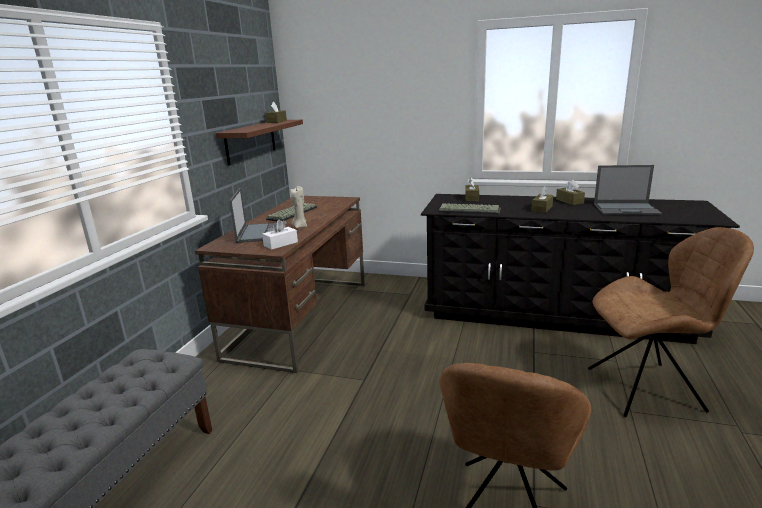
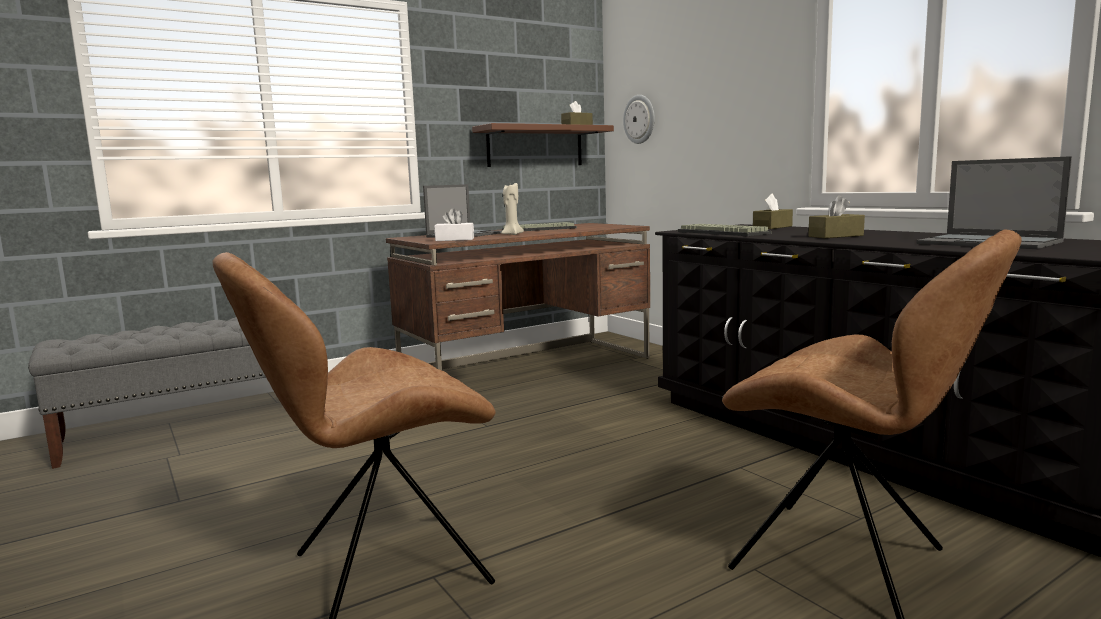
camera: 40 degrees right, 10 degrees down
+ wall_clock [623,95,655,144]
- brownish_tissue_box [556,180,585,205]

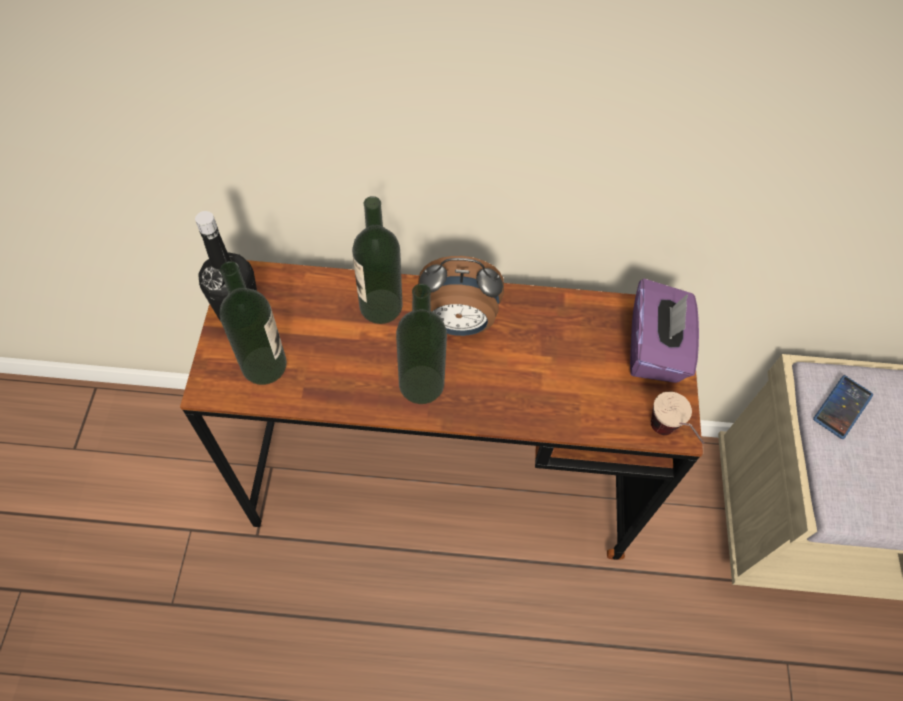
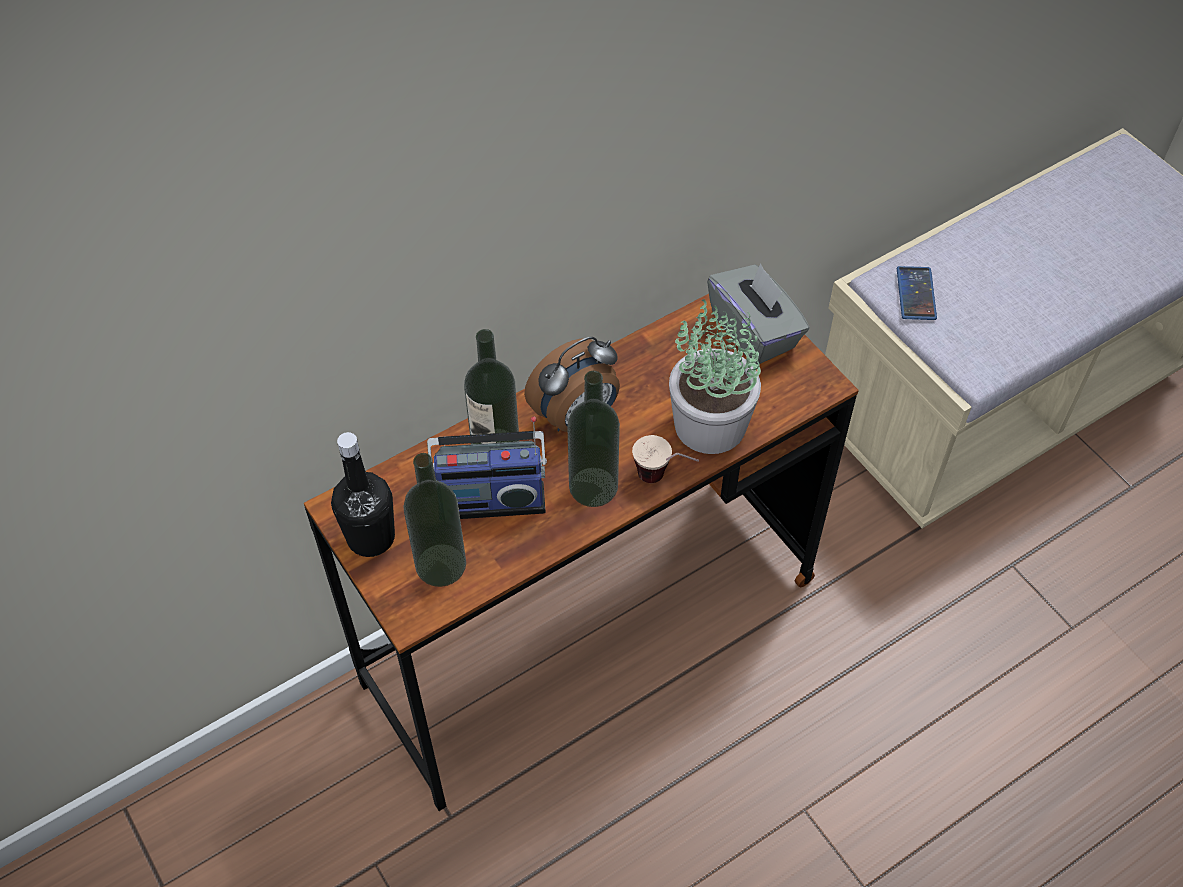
camera: 35 degrees left, 5 degrees down
+ radio [427,416,547,519]
~ cup [651,392,704,444] to [632,435,699,483]
+ potted_plant [669,299,761,454]
~ purple-coloured_tissue_box [630,279,699,383] to grey_tissue_box [707,263,810,365]

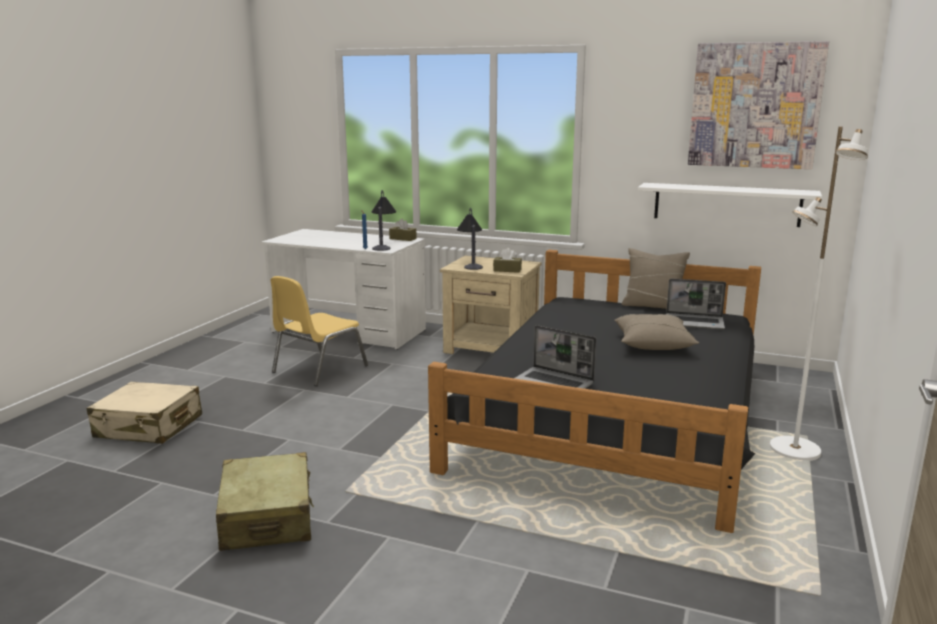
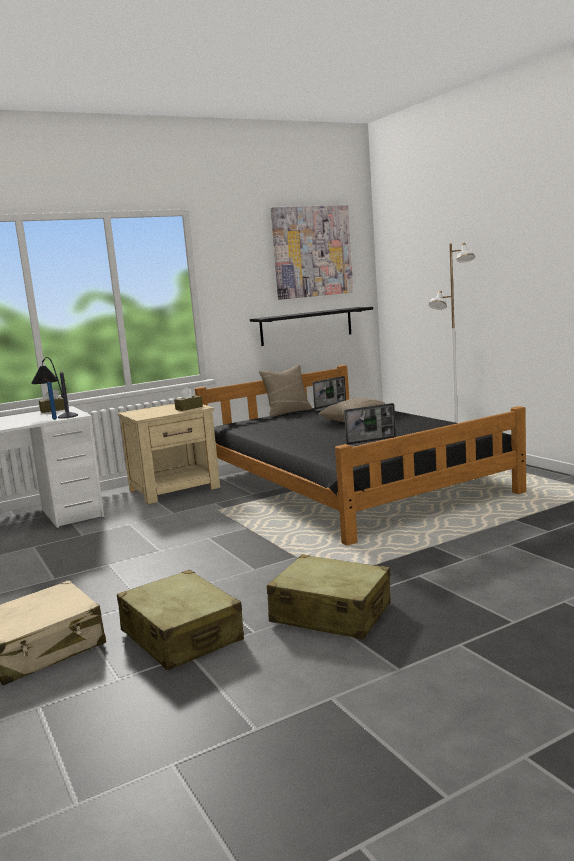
camera: 50 degrees left, 5 degrees down
+ sand-coloured_travel_case [117,570,244,670]
~ white_bracket_shelf [638,183,822,227] to black_bracket_shelf [250,307,373,346]
- yellow-coloured_plain_chair [270,276,368,386]
- tabletop_lamp [457,207,483,270]

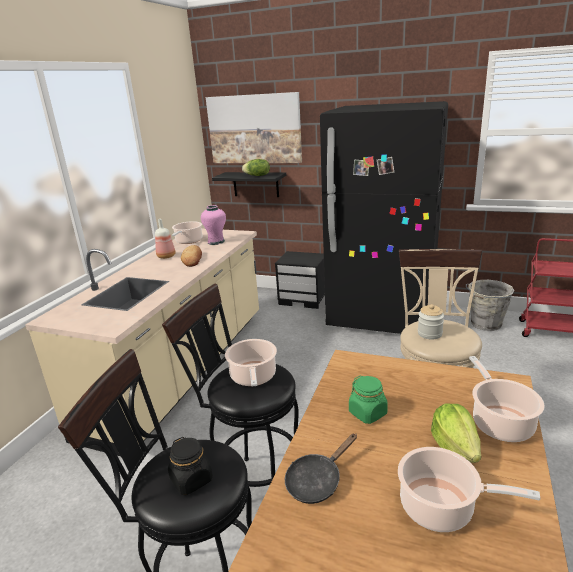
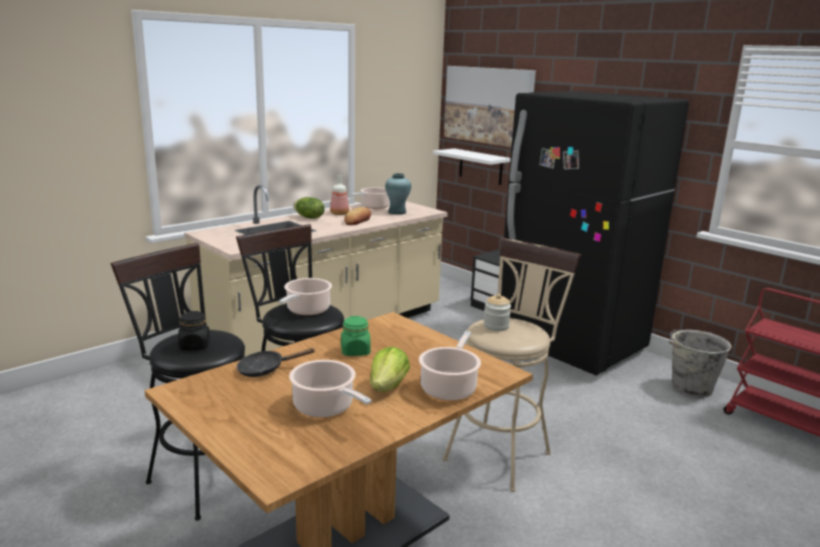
camera: 25 degrees right, 5 degrees down
~ head_of_lettuce [242,159,270,176] to [293,197,325,219]
~ pinkish_decorative_vase [201,205,226,245] to turquoise-coloured_decorative_vase [385,173,411,215]
~ black_bracket_shelf [212,172,286,197] to white_bracket_shelf [433,148,511,185]

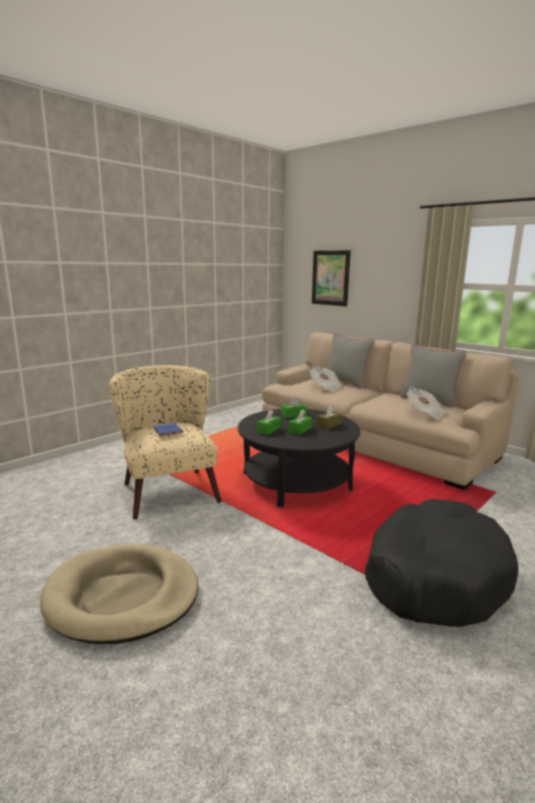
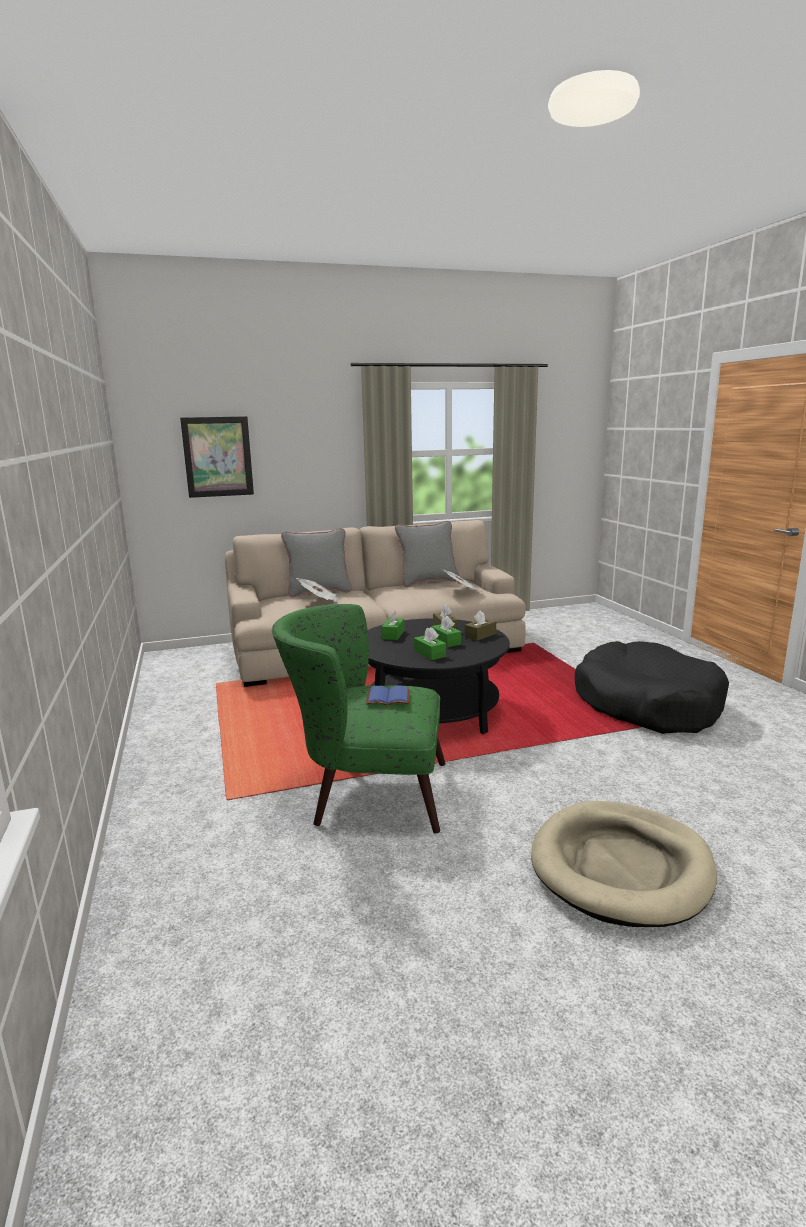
camera: 60 degrees left, 0 degrees up
~ sand-coloured_armchair [109,365,222,519] to green_armchair [272,604,445,833]
+ brownish_tissue_box [465,610,496,641]

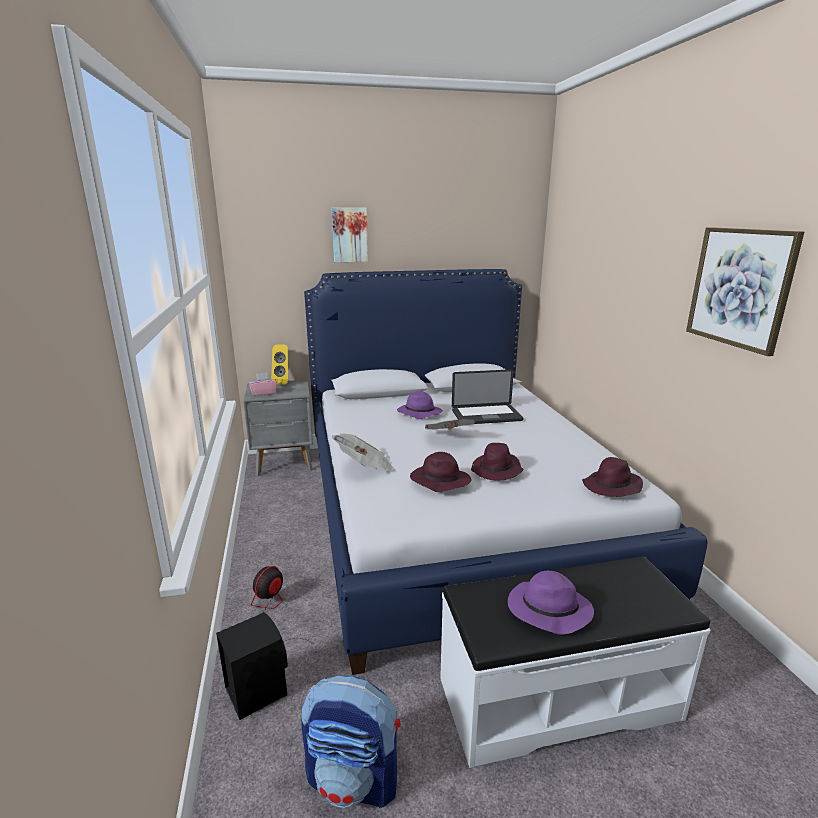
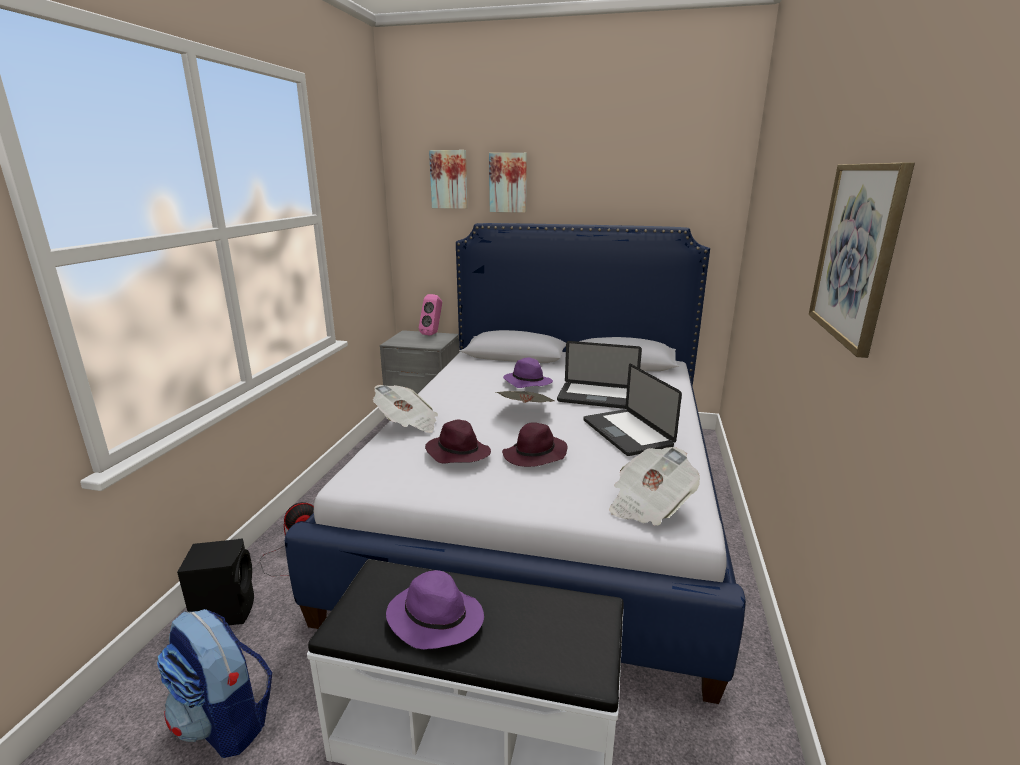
camera: 25 degrees right, 0 degrees up
~ yellow-coloured_speaker [271,344,288,385] to pinkish_speaker [419,294,442,335]
+ wall_picture [429,150,467,209]
+ portable_computer [583,364,682,456]
~ purple-coloured_hat [582,457,643,497] to printed_paper [609,447,700,526]
- pinkish_tissue_box [249,373,277,396]

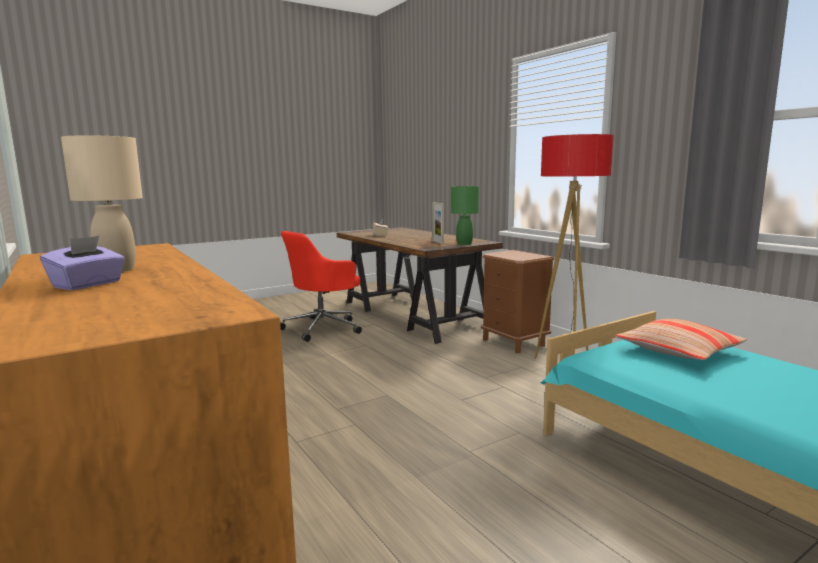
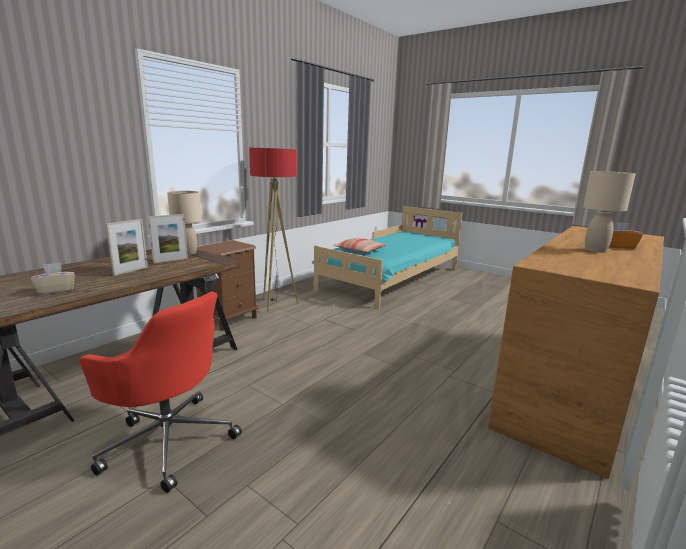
camera: 110 degrees left, 5 degrees up
+ standing_frame [105,219,148,276]
~ green_tabletop_lamp [451,186,479,245] to sand-coloured_tabletop_lamp [167,191,201,255]
~ purple-coloured_tissue_box [40,236,125,290] to orange-coloured_tissue_box [609,222,643,249]

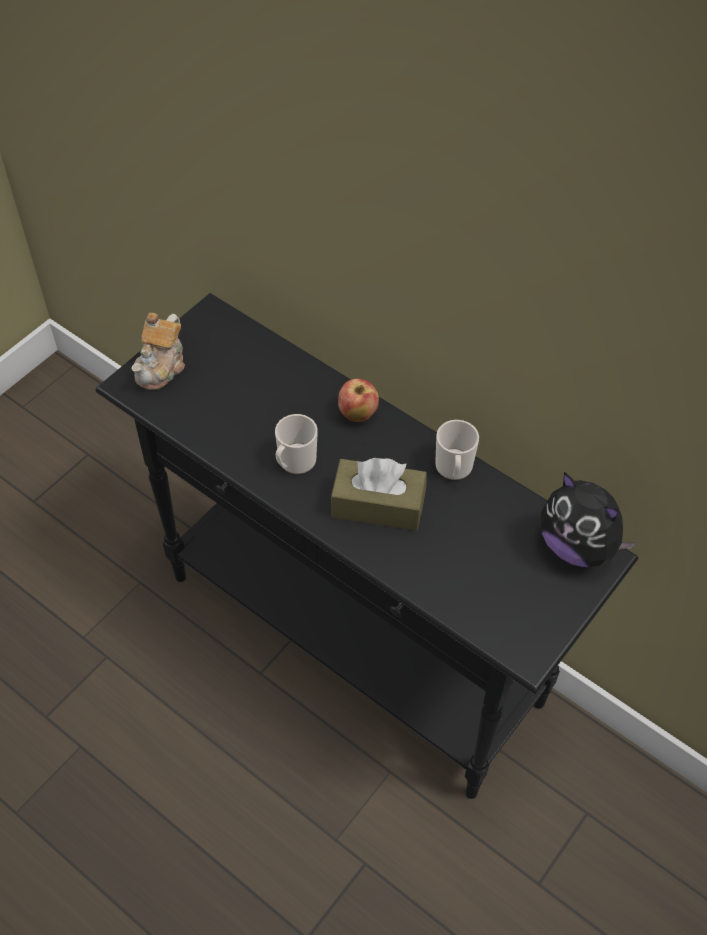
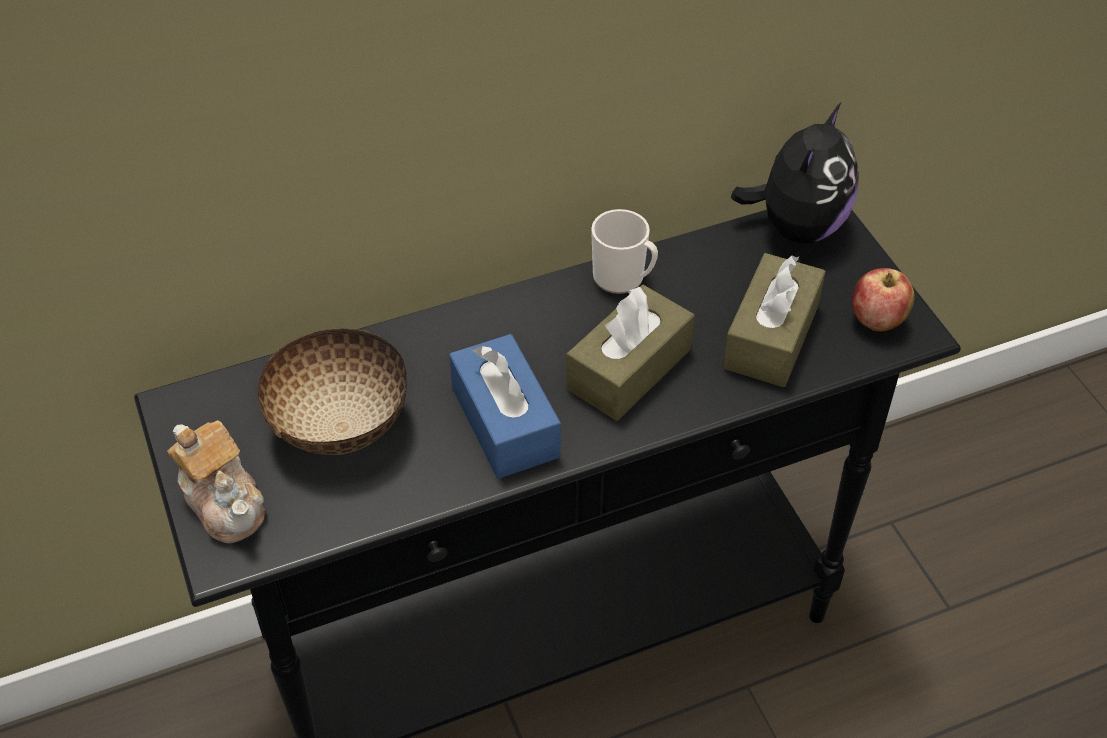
camera: 60 degrees left, 5 degrees down
+ bowl [258,328,407,455]
~ tea_mug [275,414,318,474] to bluish_tissue_box [449,334,561,479]
+ brownish_tissue_box [723,253,826,387]
~ cuddly_toy [541,472,637,567] = [731,103,859,244] 45 degrees counterclockwise
~ whole_apple [338,379,379,422] to [852,268,915,331]

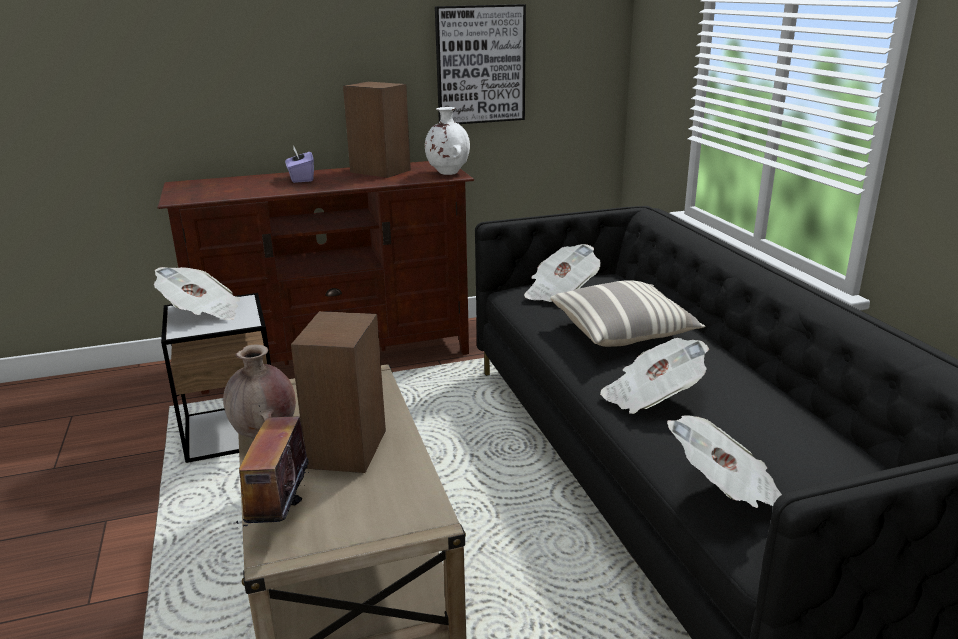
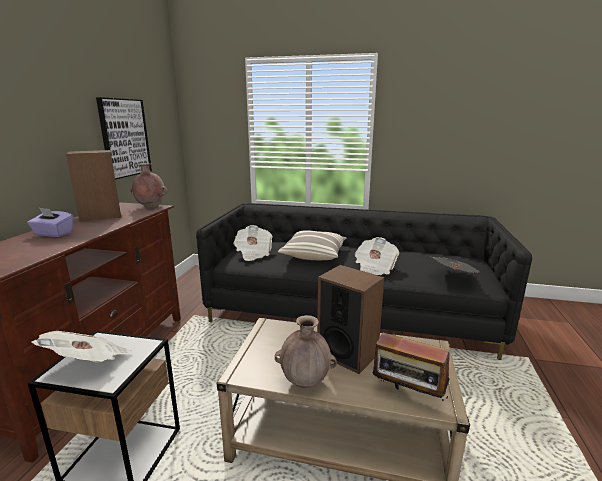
camera: 60 degrees left, 5 degrees down
~ white_decorative_vase [425,107,470,175] to brownish_decorative_vase [130,163,167,208]

